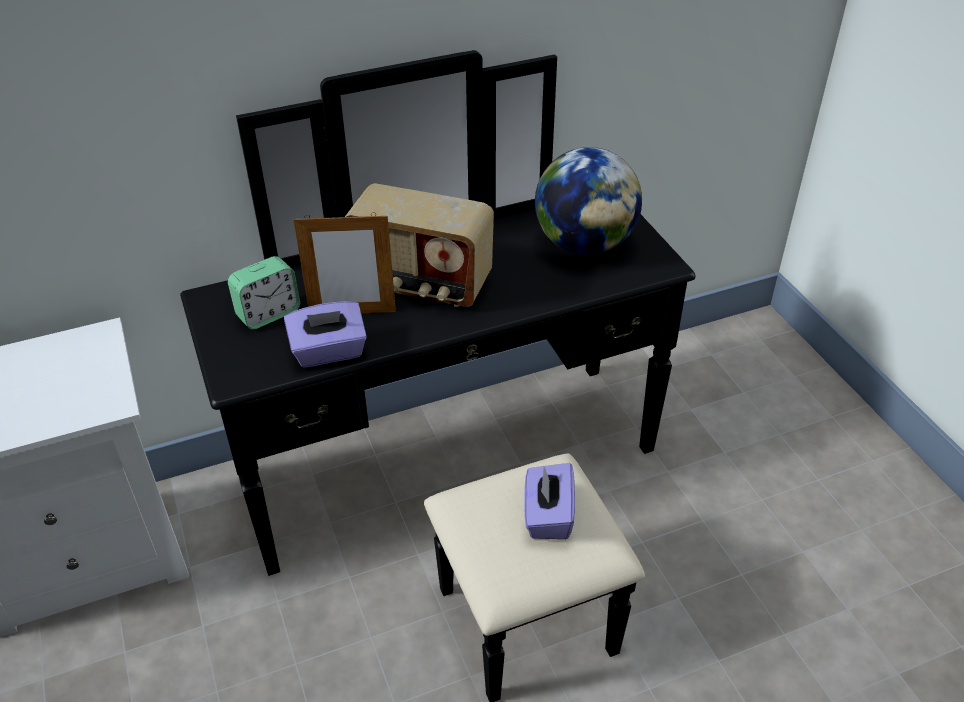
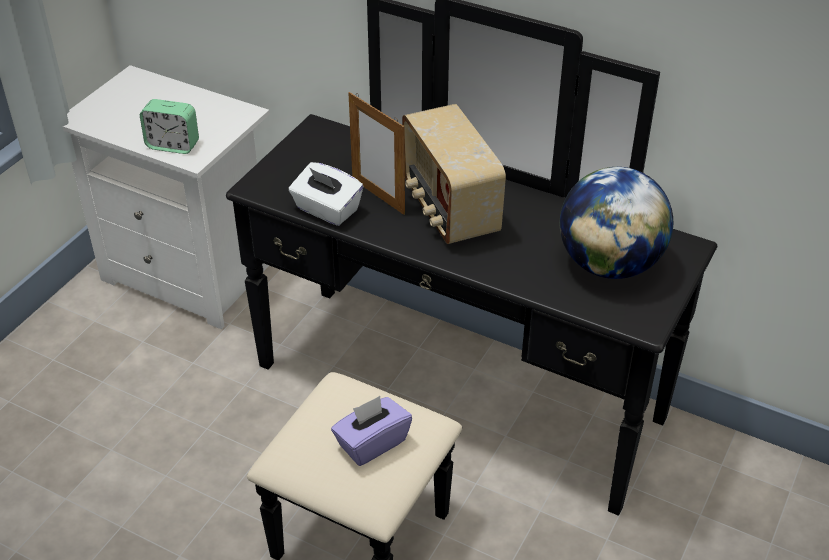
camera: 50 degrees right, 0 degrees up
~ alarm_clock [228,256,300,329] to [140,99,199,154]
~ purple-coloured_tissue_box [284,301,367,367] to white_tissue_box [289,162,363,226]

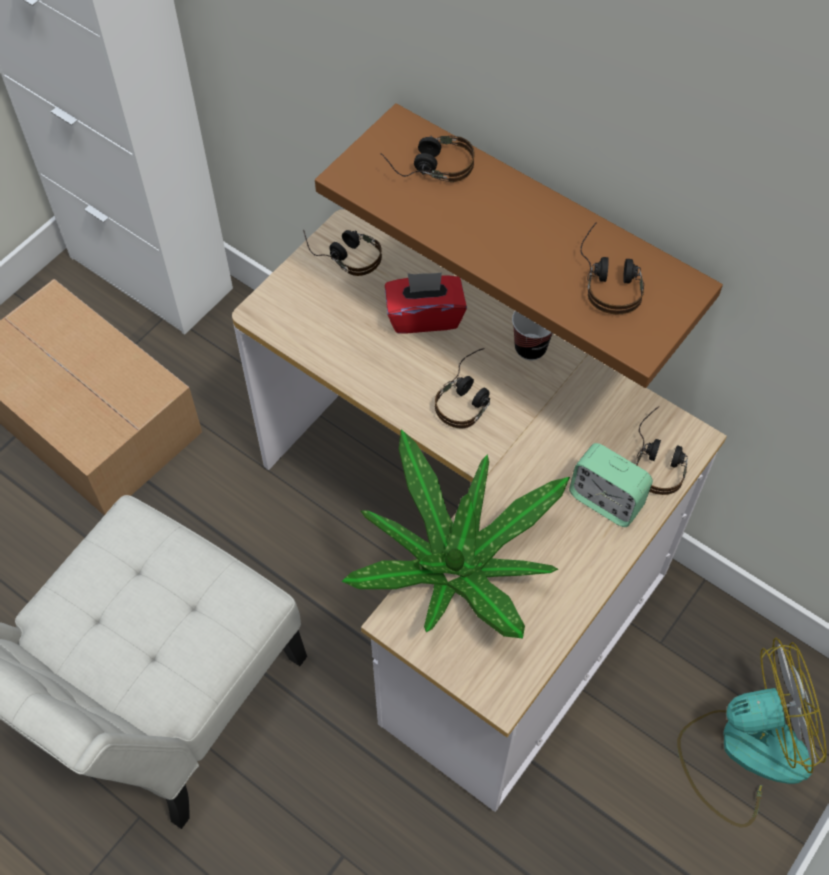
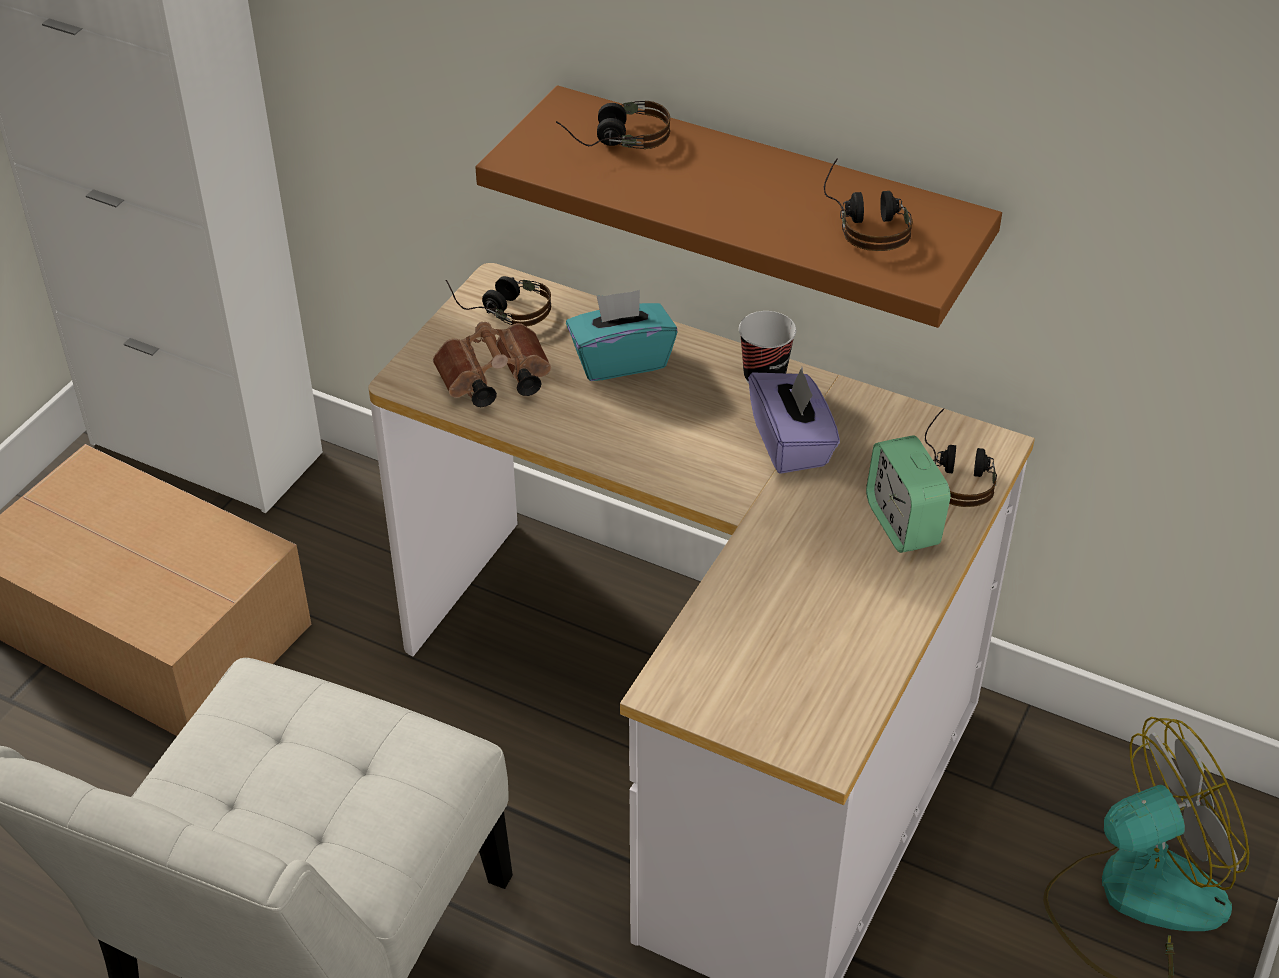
camera: 10 degrees left, 15 degrees down
+ brownish_pair_of_binoculars [433,322,551,407]
~ red_tissue_box [385,272,467,333] to turquoise-coloured_tissue_box [566,290,678,381]
+ purple-coloured_tissue_box [749,367,840,474]
~ alarm_clock [569,443,653,527] = [866,435,950,553] 45 degrees clockwise
- potted_plant [342,429,570,638]
- headset [435,348,490,428]

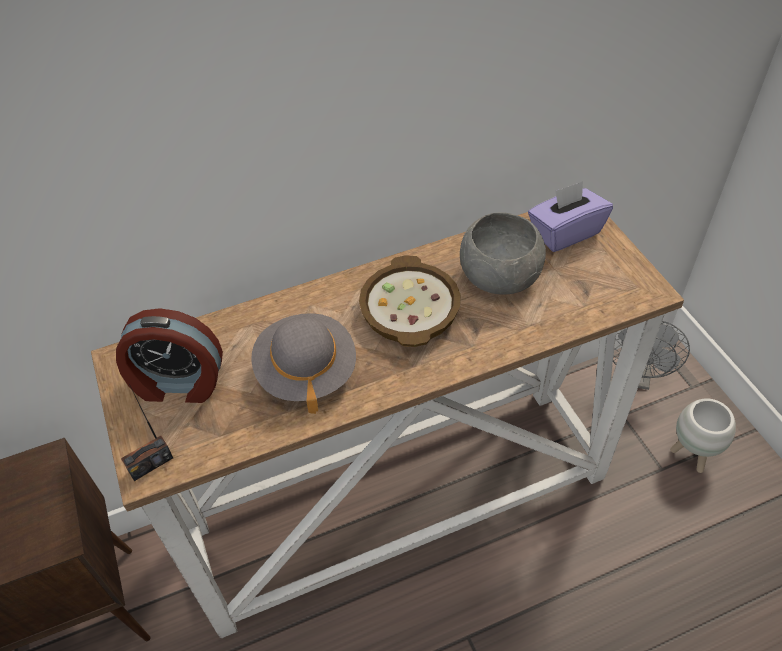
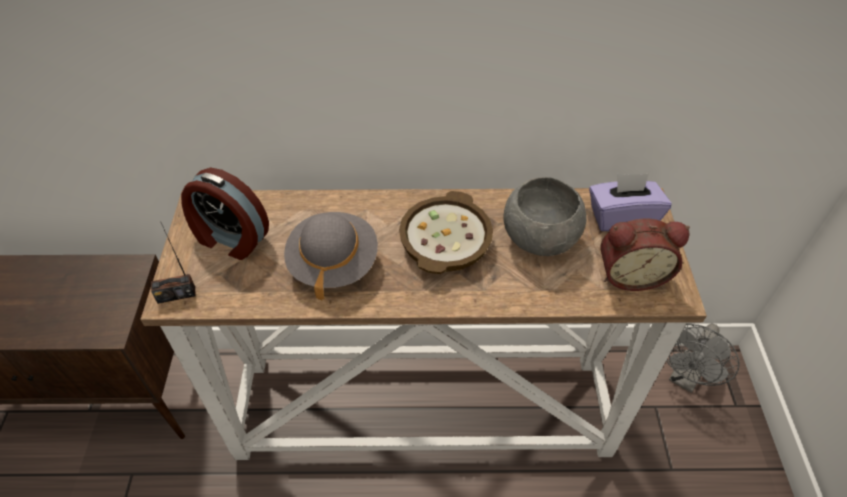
camera: 20 degrees right, 0 degrees up
+ alarm_clock [601,219,690,291]
- white_flower_pot [670,398,736,473]

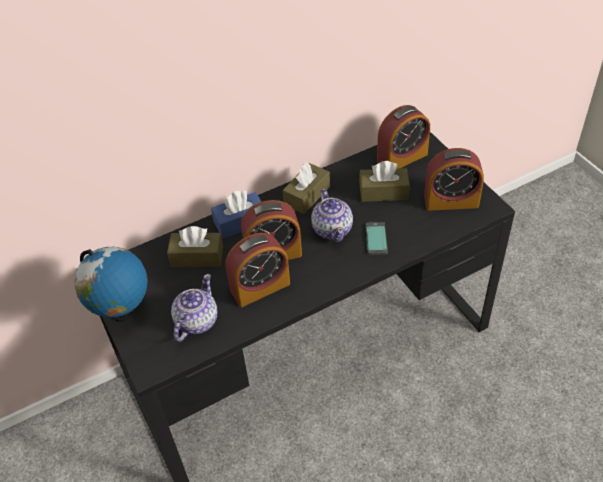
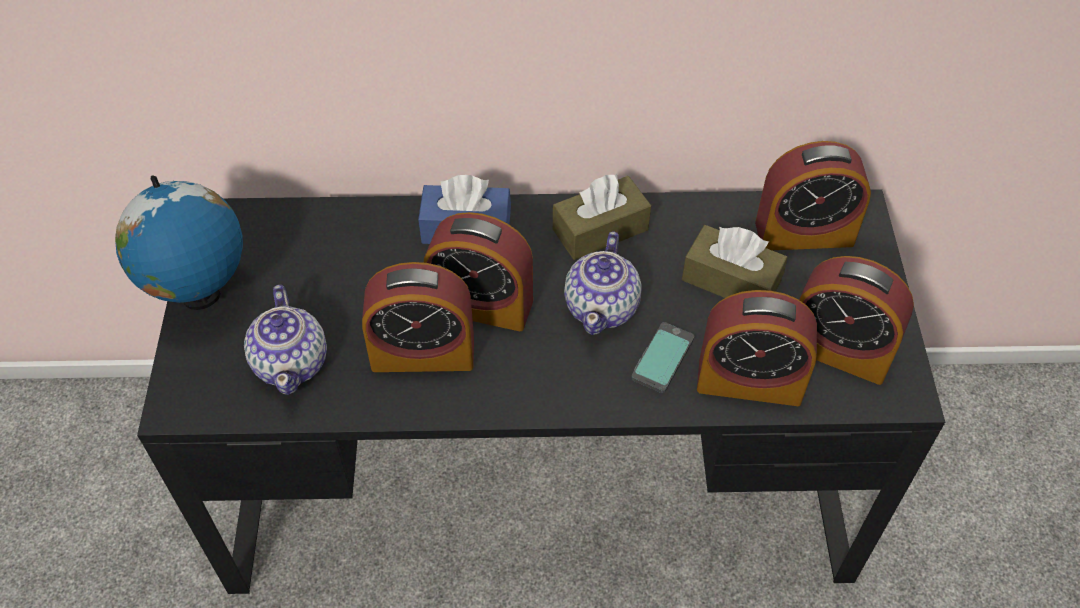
camera: 25 degrees right, 5 degrees up
~ tea_pot [171,274,217,342] = [244,285,327,395] 120 degrees clockwise
+ alarm_clock [697,290,817,406]
- brownish_tissue_box [167,226,223,267]

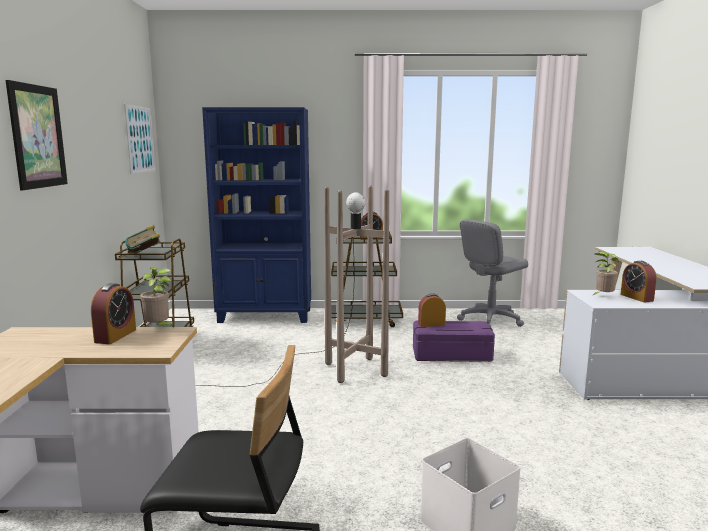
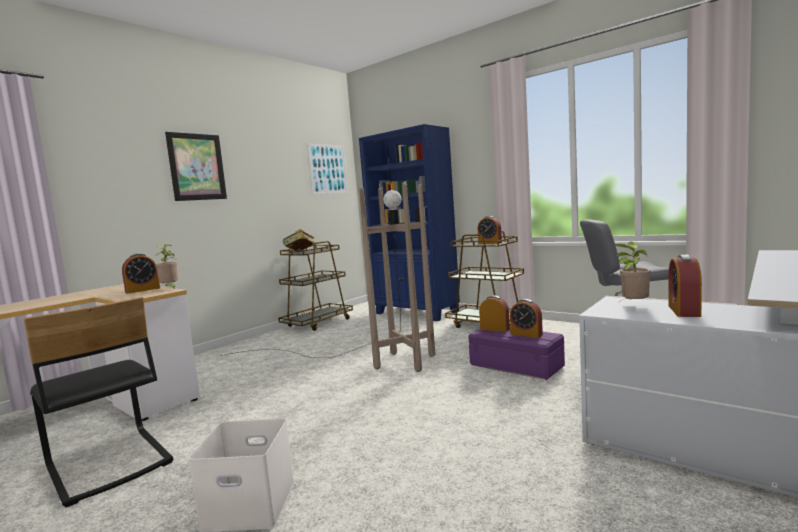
camera: 40 degrees right, 5 degrees down
+ alarm_clock [510,299,543,338]

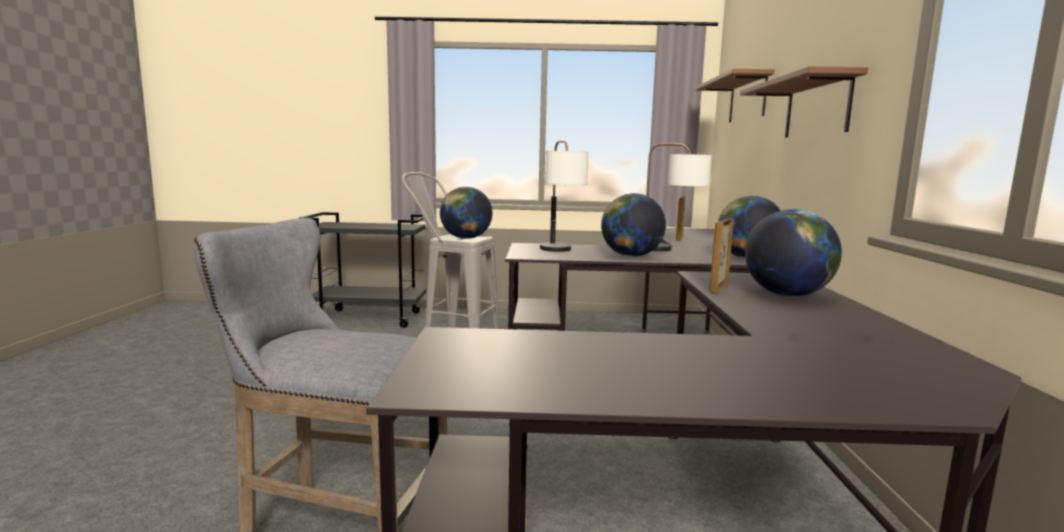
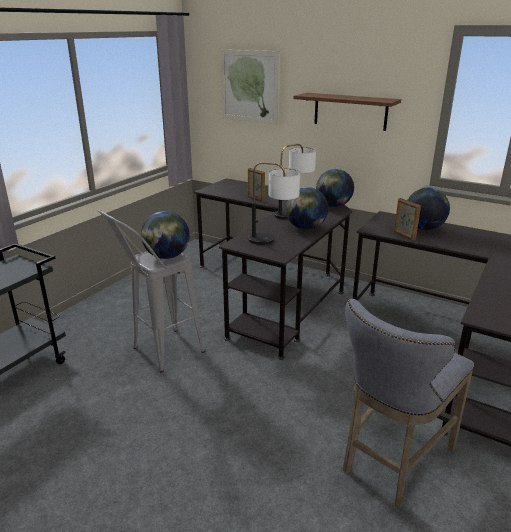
camera: 60 degrees left, 15 degrees up
~ brownish_bracket_shelf [695,69,775,123] to wall_picture [220,50,280,125]

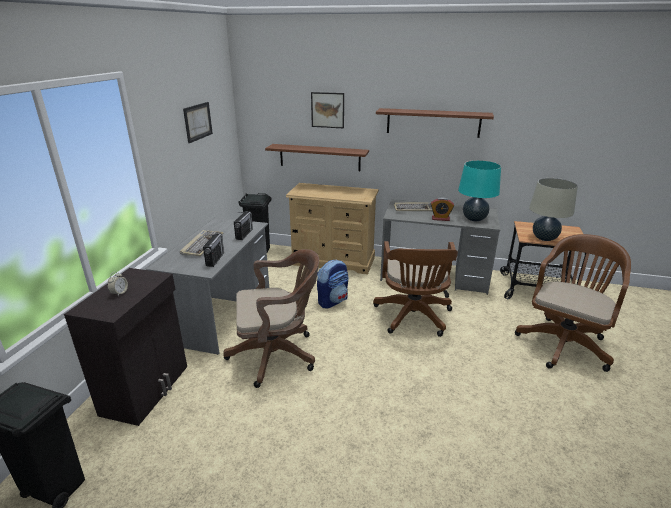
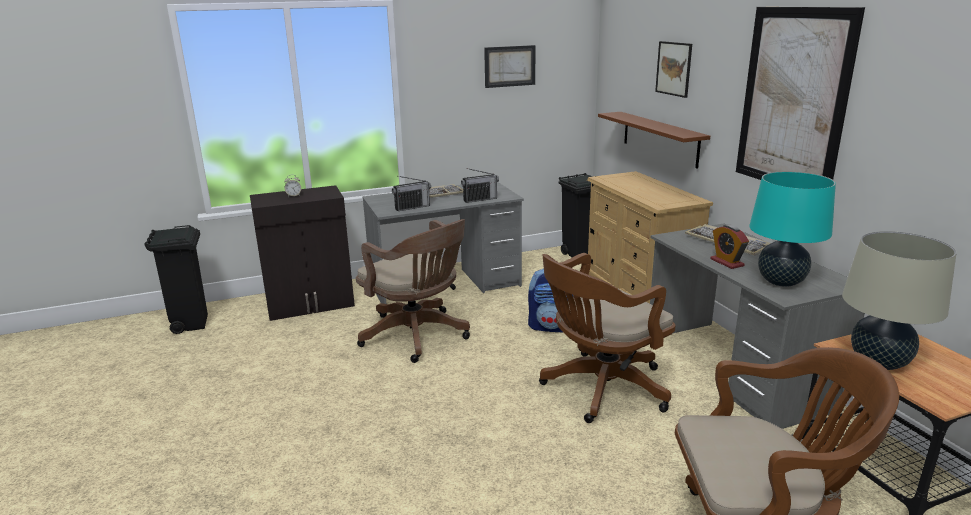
camera: 55 degrees right, 5 degrees down
~ brownish_bracket_shelf [376,108,494,138] to wall_picture [736,7,865,180]

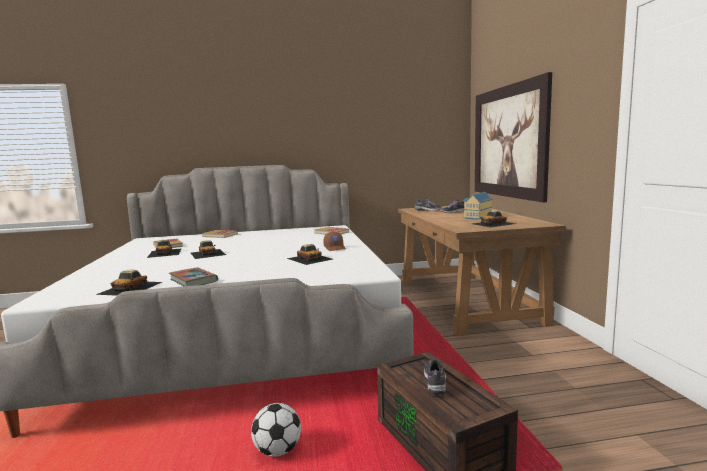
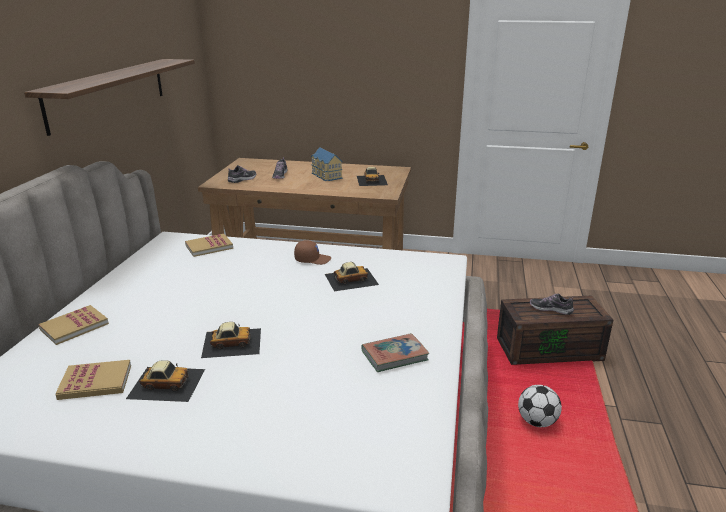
camera: 70 degrees left, 15 degrees up
+ bracket_shelf [24,59,195,136]
- toy_car [96,270,162,296]
- wall_picture [475,72,552,203]

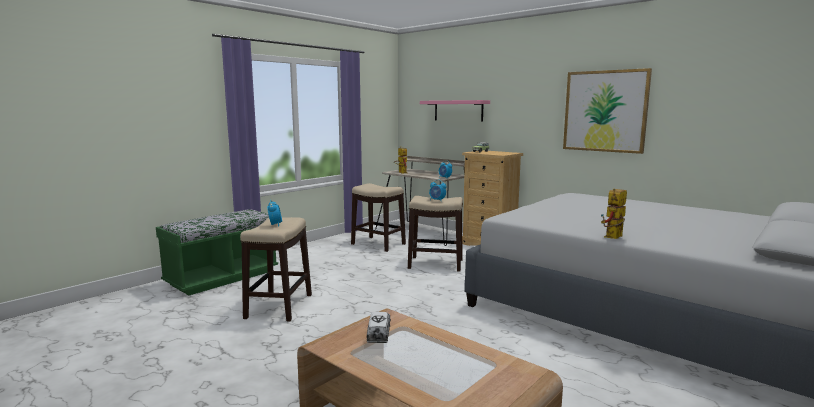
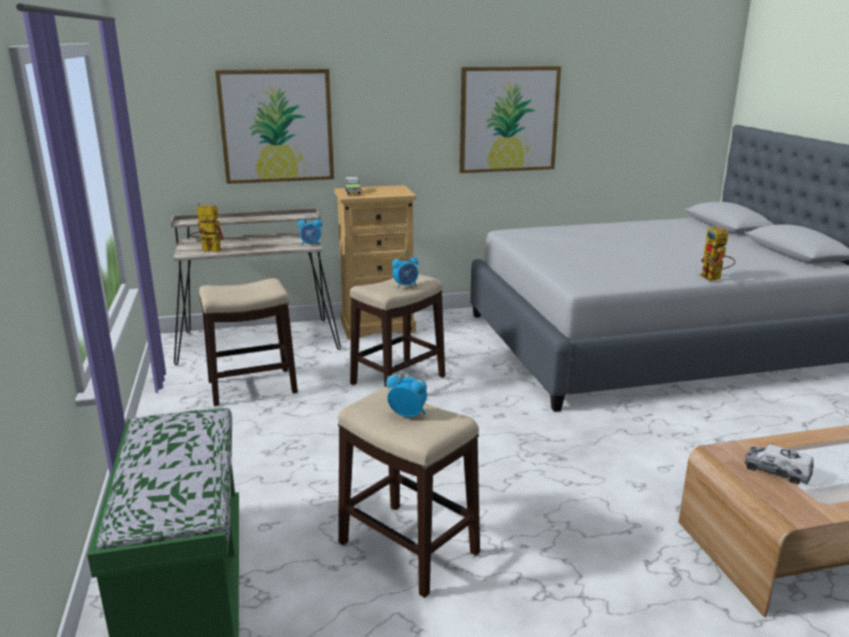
camera: 55 degrees left, 10 degrees up
~ pinkish_bracket_shelf [420,100,490,122] to wall_picture [215,69,334,184]

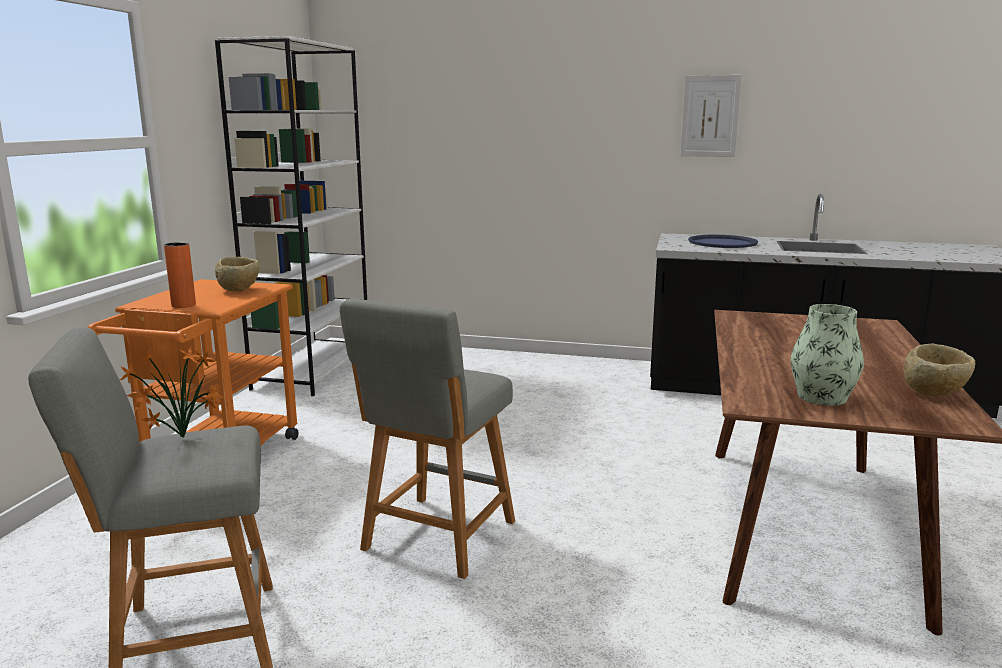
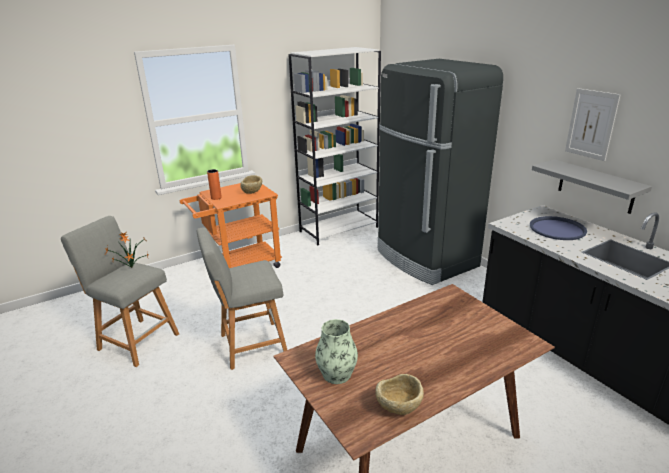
camera: 45 degrees right, 10 degrees up
+ black_fridge [377,59,503,285]
+ grey_bracket_shelf [532,159,652,214]

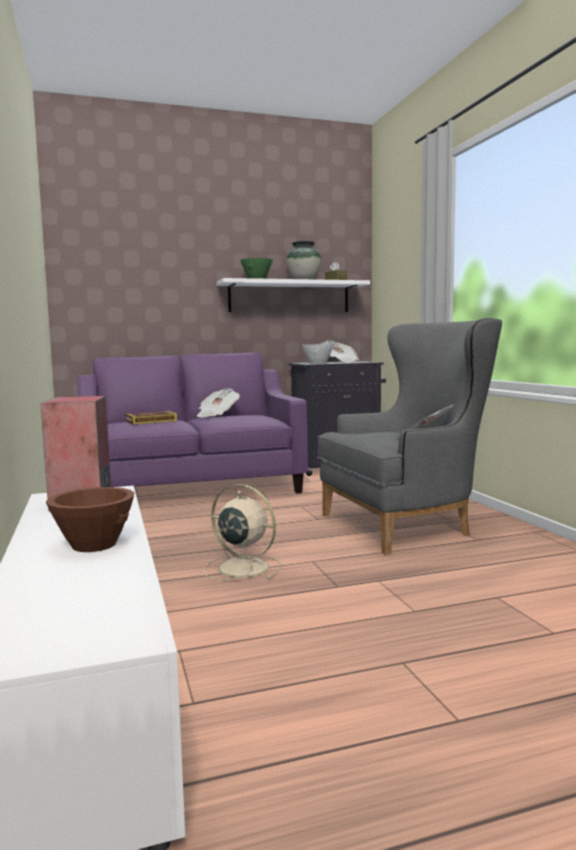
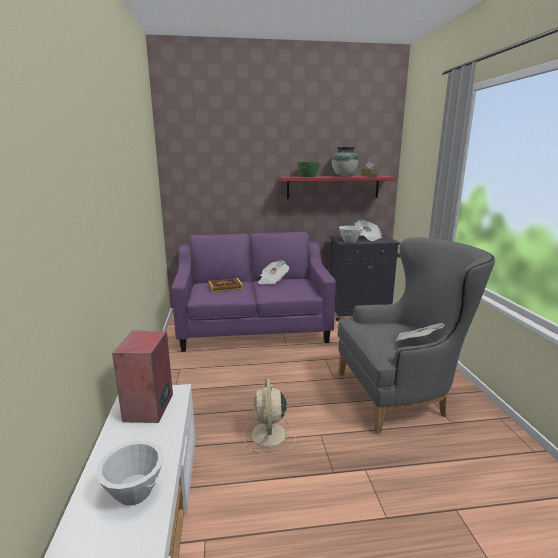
camera: 10 degrees right, 10 degrees up
~ brownish_bowl [46,487,134,552] to white_bowl [96,440,164,506]
~ sand-coloured_fan [203,484,282,580] = [243,377,296,454] 135 degrees counterclockwise
~ white_bracket_shelf [217,278,370,312] to red_bracket_shelf [279,176,396,199]

